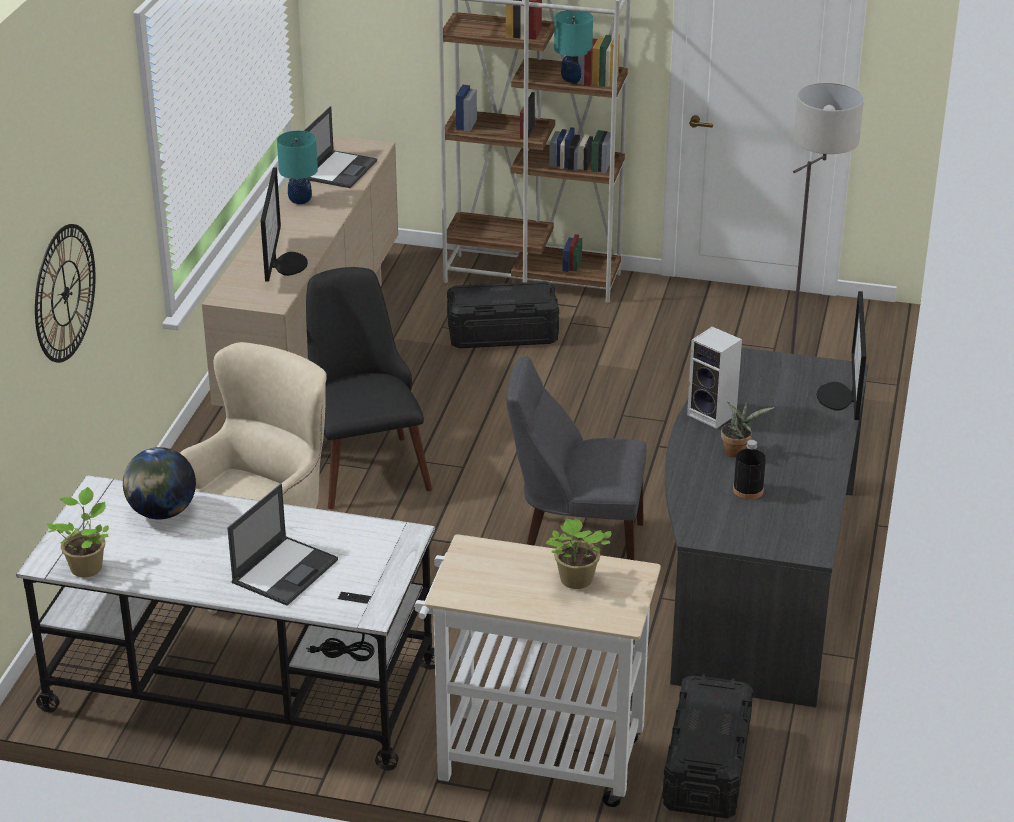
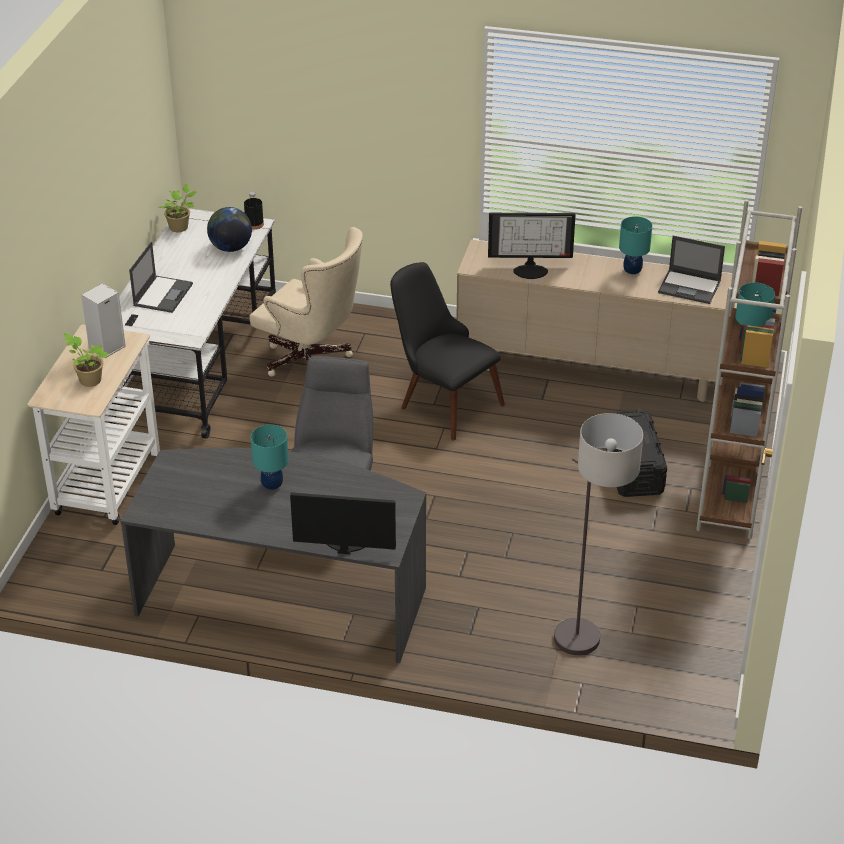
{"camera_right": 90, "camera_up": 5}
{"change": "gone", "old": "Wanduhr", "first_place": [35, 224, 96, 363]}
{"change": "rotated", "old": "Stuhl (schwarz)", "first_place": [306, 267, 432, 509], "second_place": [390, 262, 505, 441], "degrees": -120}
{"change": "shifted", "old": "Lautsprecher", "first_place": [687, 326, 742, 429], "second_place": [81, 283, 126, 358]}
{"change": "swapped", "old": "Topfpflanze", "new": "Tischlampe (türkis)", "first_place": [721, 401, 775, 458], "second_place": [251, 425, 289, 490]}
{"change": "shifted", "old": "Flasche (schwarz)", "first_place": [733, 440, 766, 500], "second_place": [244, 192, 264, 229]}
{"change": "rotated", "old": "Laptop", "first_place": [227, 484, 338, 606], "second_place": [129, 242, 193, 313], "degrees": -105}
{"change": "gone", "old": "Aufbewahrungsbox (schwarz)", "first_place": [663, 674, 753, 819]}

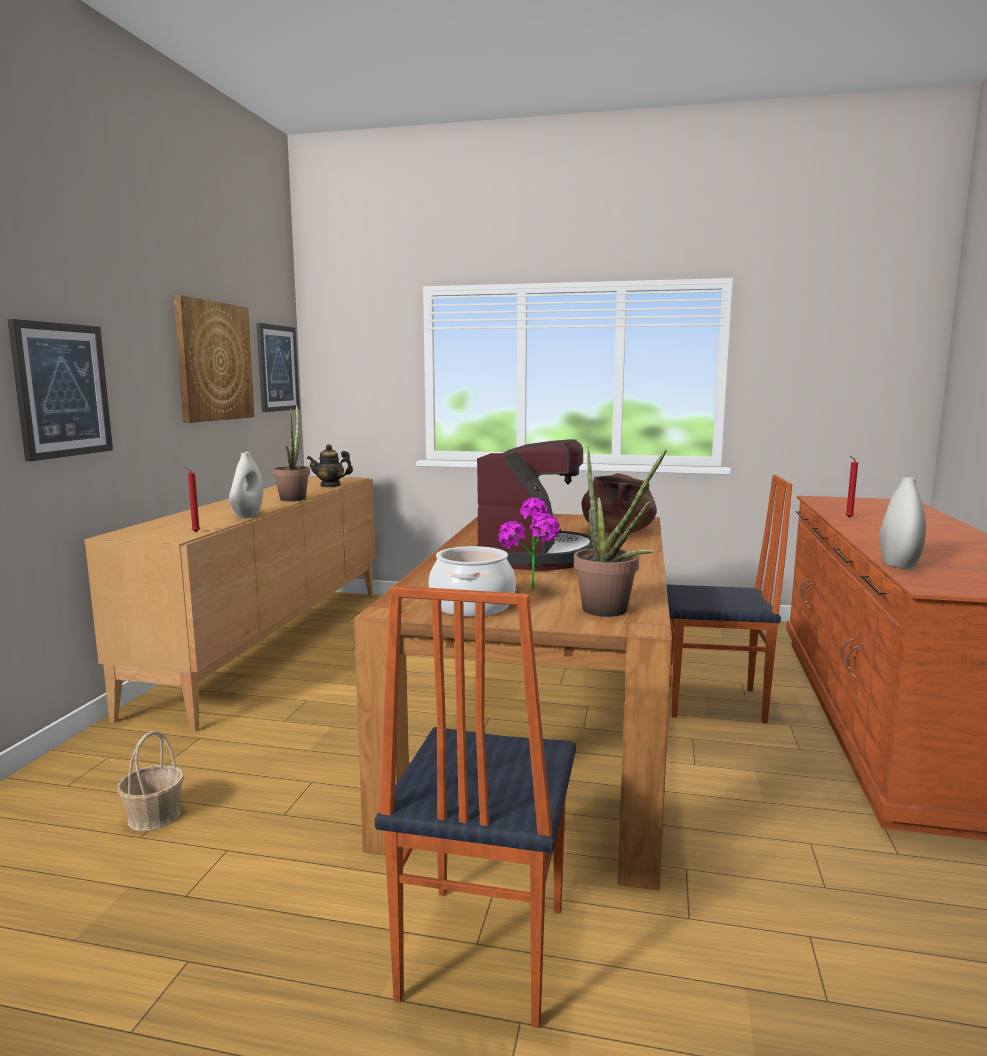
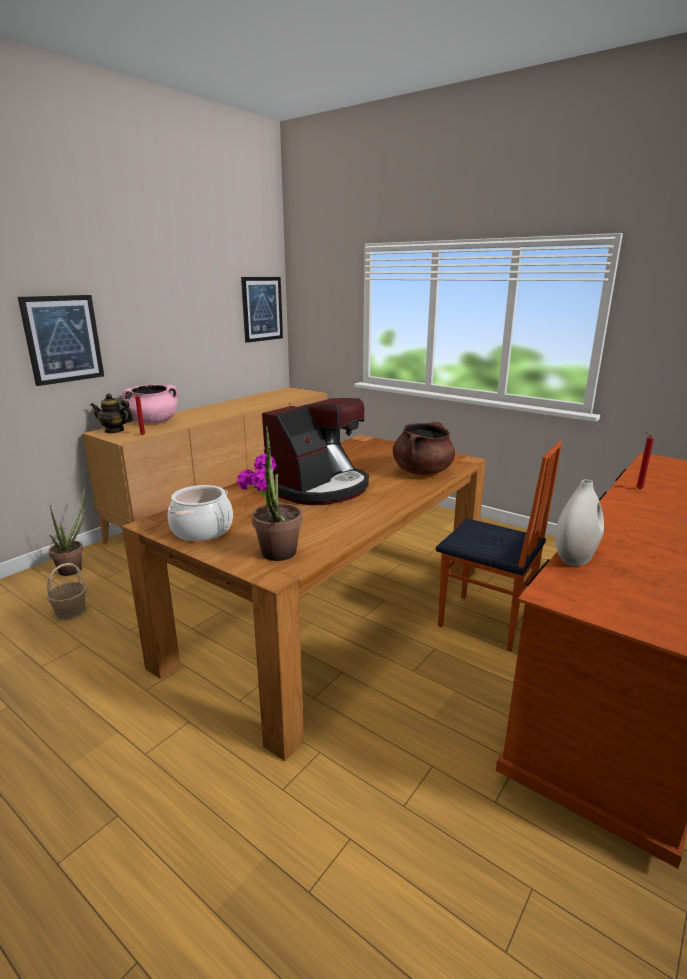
{"camera_right": 25, "camera_up": 10}
{"change": "gone", "old": "Bild", "first_place": [174, 295, 254, 423]}
{"change": "shifted", "old": "Topfpflanze", "first_place": [273, 404, 310, 501], "second_place": [49, 487, 86, 576]}
{"change": "shifted", "old": "Teekanne", "first_place": [307, 444, 353, 487], "second_place": [90, 393, 133, 433]}
{"change": "gone", "old": "Vase (weiß)", "first_place": [229, 452, 264, 518]}
{"change": "gone", "old": "Stuhl", "first_place": [375, 586, 576, 1028]}
{"change": "new", "new": "Kochtopf (rosa)", "second_place": [122, 384, 178, 424]}

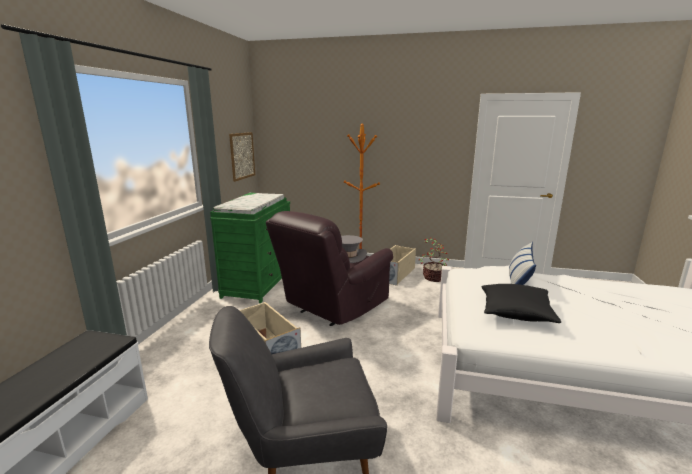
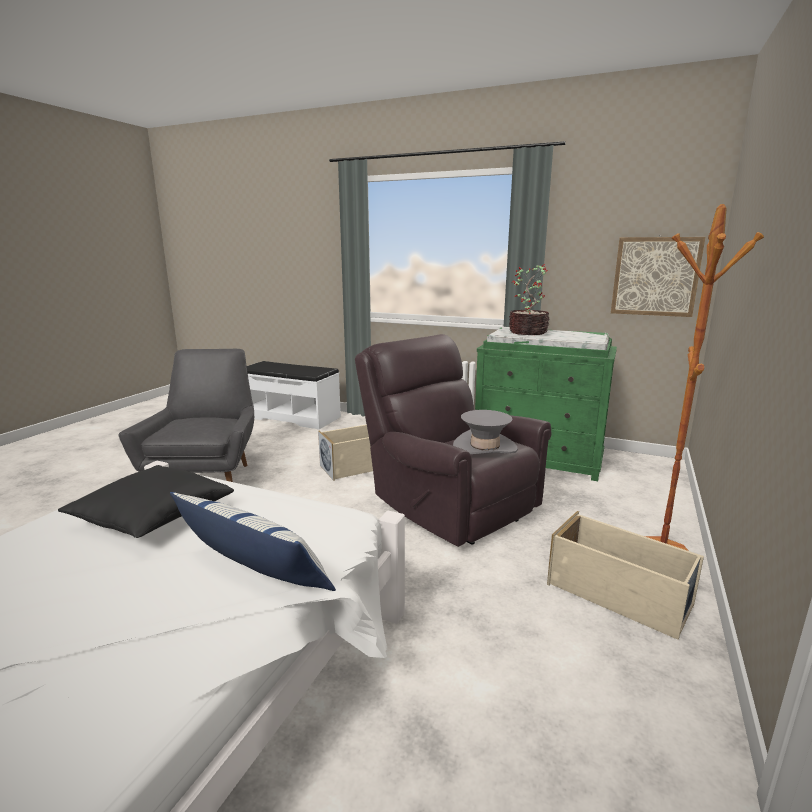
{"camera_right": 100, "camera_up": 0}
{"change": "shifted", "old": "Topfpflanze", "first_place": [419, 237, 449, 282], "second_place": [509, 264, 550, 335]}

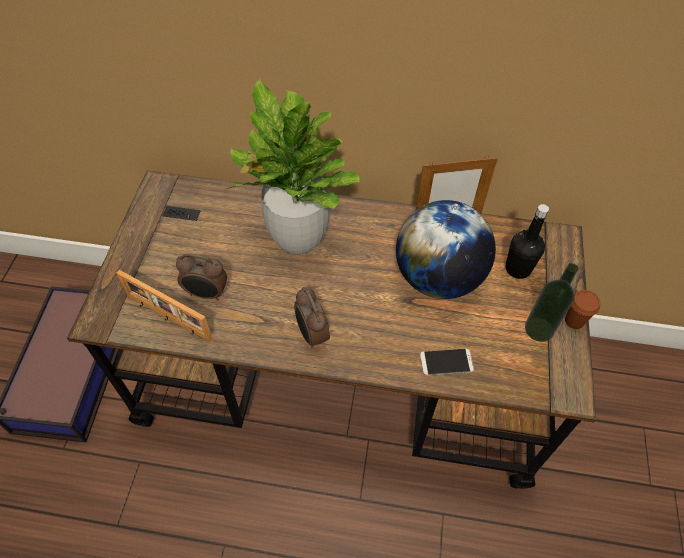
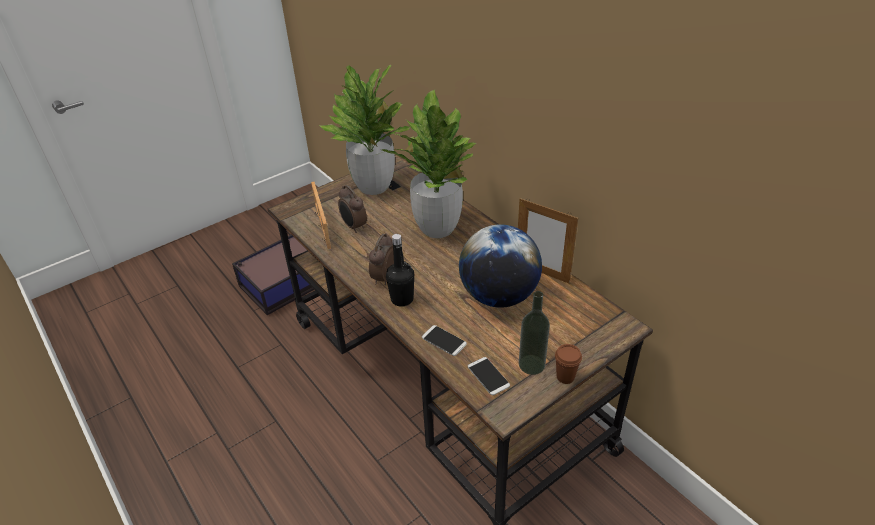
{"camera_right": 45, "camera_up": -15}
{"change": "shifted", "old": "Flasche (schwarz)", "first_place": [505, 204, 549, 279], "second_place": [386, 234, 414, 307]}
{"change": "new", "new": "Topfpflanze", "second_place": [319, 65, 410, 195]}
{"change": "new", "new": "Handy", "second_place": [468, 357, 510, 395]}

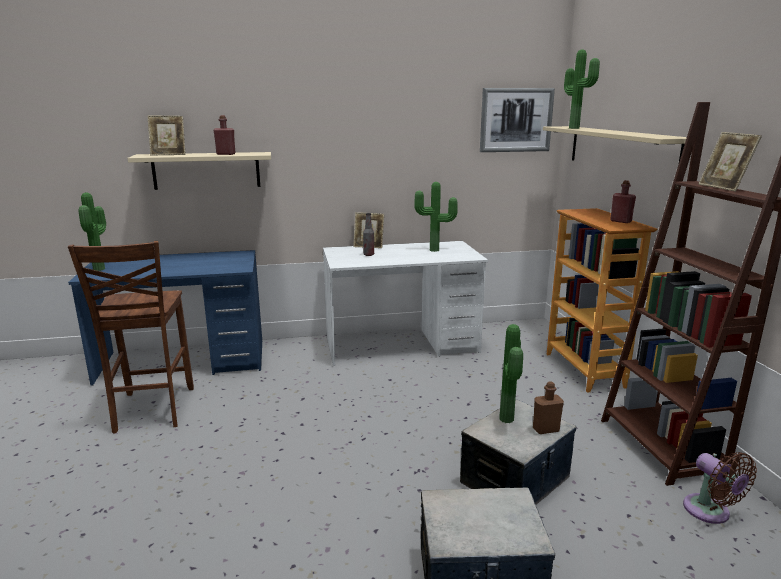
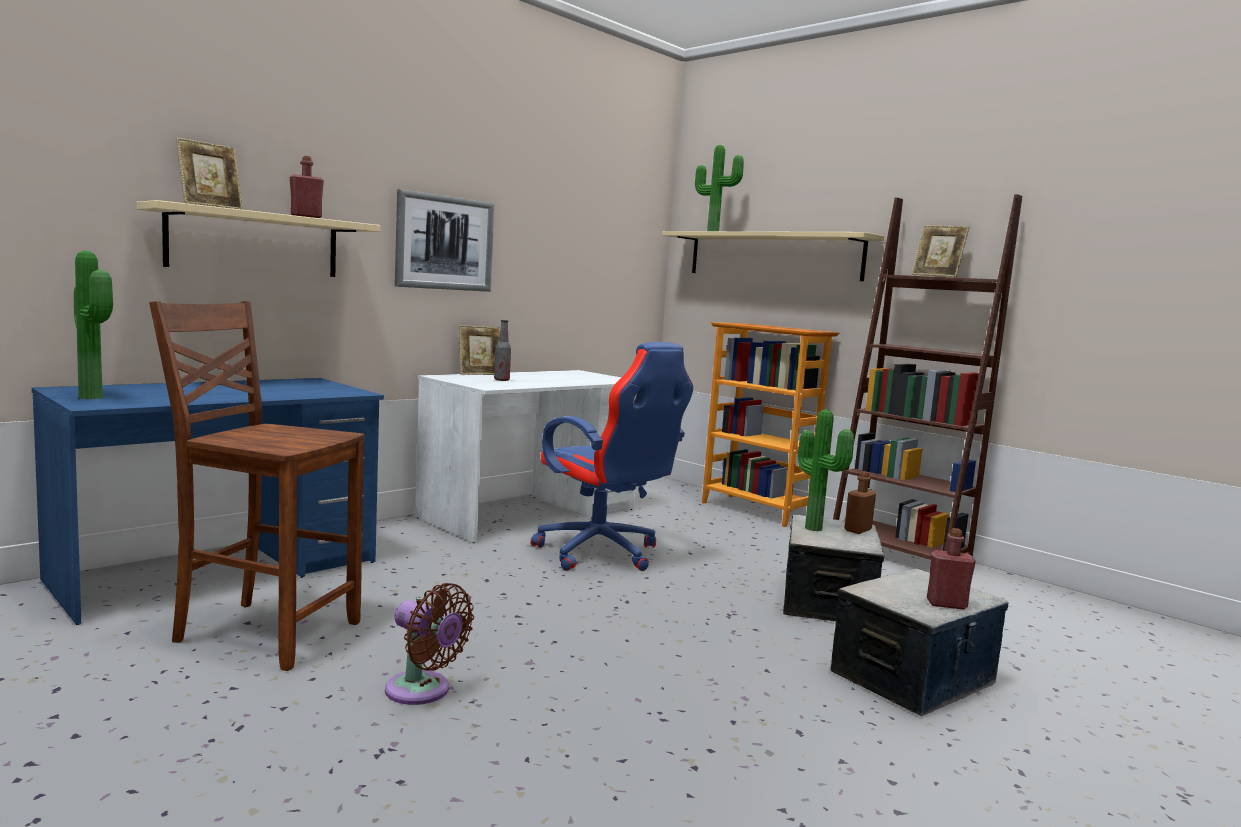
{"camera_right": -35, "camera_up": -10}
{"change": "shifted", "old": "Bild", "first_place": [480, 88, 555, 152], "second_place": [395, 189, 495, 292]}
{"change": "shifted", "old": "Flasche (rot)", "first_place": [610, 180, 636, 223], "second_place": [927, 528, 976, 610]}
{"change": "gone", "old": "Topfpflanze", "first_place": [414, 182, 457, 252]}
{"change": "rotated", "old": "Stuhl (braun)", "first_place": [68, 241, 194, 433], "second_place": [149, 301, 364, 671], "degrees": 150}
{"change": "shifted", "old": "Ventilator (braun)", "first_place": [683, 452, 757, 524], "second_place": [385, 583, 474, 705]}
{"change": "new", "new": "Bürostuhl (blau)", "second_place": [531, 342, 693, 571]}

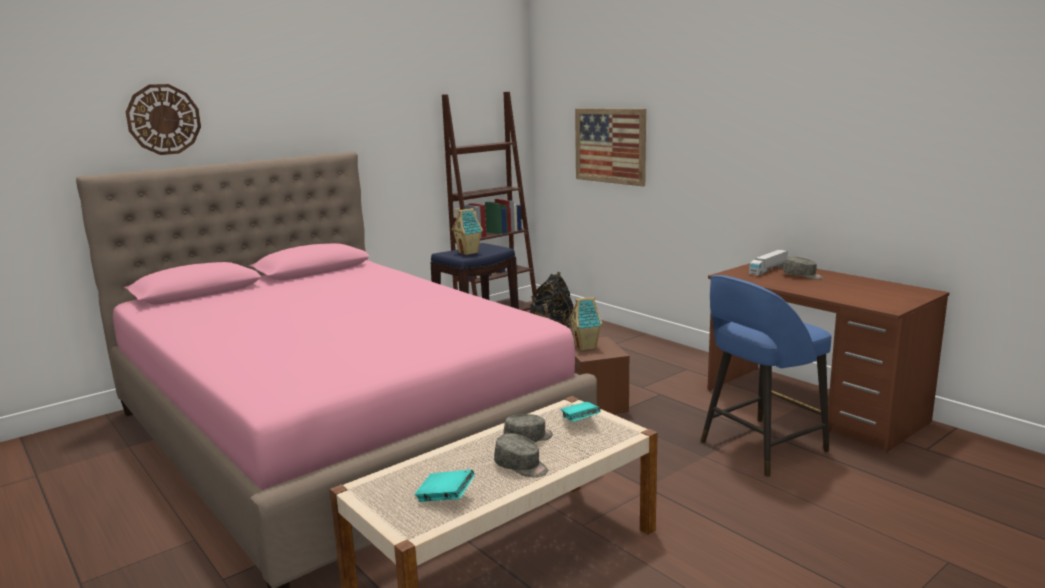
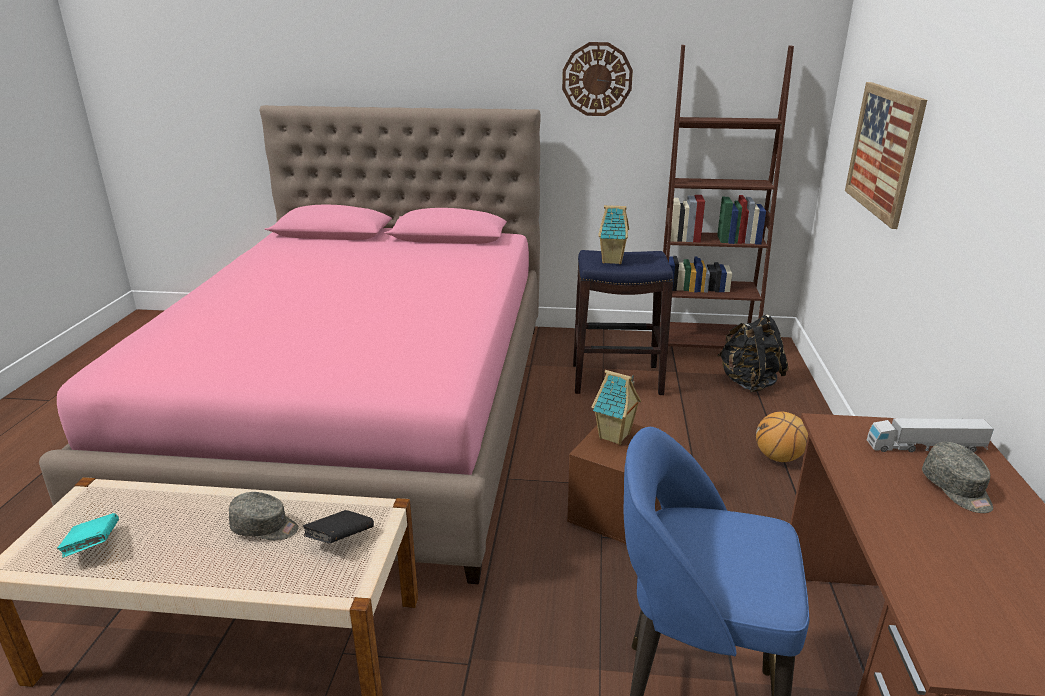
{"camera_right": 45, "camera_up": 10}
{"change": "shifted", "old": "Wanduhr", "first_place": [126, 84, 201, 155], "second_place": [562, 42, 633, 116]}
{"change": "repainted", "old": "Buch (türkis)", "new": "Buch (schwarz)", "first_place": [561, 402, 601, 422], "second_place": [303, 510, 374, 543]}
{"change": "gone", "old": "Kappe (grau)", "first_place": [494, 434, 548, 477]}
{"change": "new", "new": "Basketball", "second_place": [756, 411, 808, 462]}

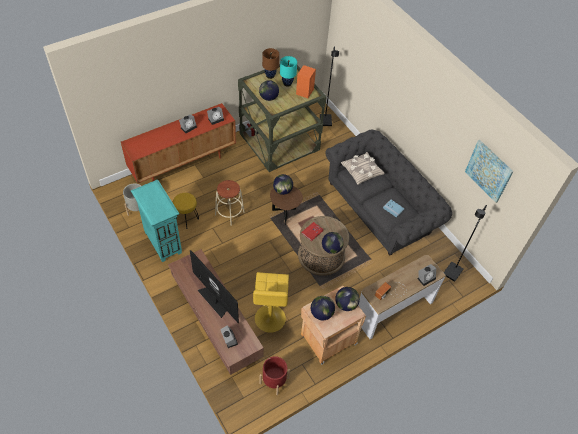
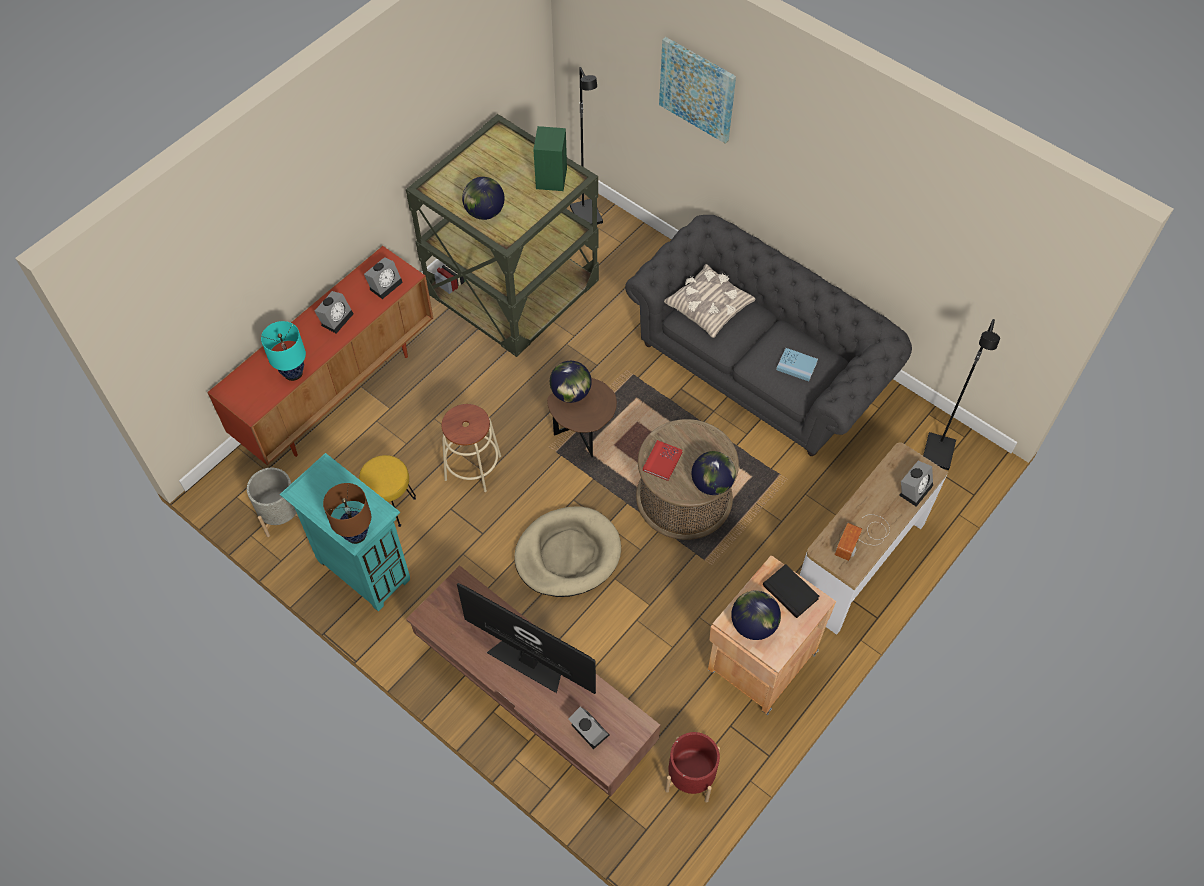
{"camera_right": -15, "camera_up": 5}
{"change": "shifted", "old": "Tischlampe (braun)", "first_place": [262, 48, 279, 79], "second_place": [323, 483, 371, 544]}
{"change": "shifted", "old": "Tischlampe (türkis)", "first_place": [280, 56, 297, 87], "second_place": [261, 321, 306, 381]}
{"change": "repainted", "old": "Lautsprecher (orange)", "new": "Lautsprecher (grün)", "first_place": [296, 65, 316, 98], "second_place": [533, 126, 567, 191]}
{"change": "shifted", "old": "Bild", "first_place": [465, 140, 513, 203], "second_place": [659, 37, 736, 144]}
{"change": "gone", "old": "Hocker (gelb)", "first_place": [253, 272, 289, 333]}
{"change": "swapped", "old": "Globus", "new": "Buch (schwarz)", "first_place": [335, 287, 360, 311], "second_place": [763, 564, 820, 618]}
{"change": "new", "new": "Hundebett (beige)", "second_place": [514, 507, 621, 597]}

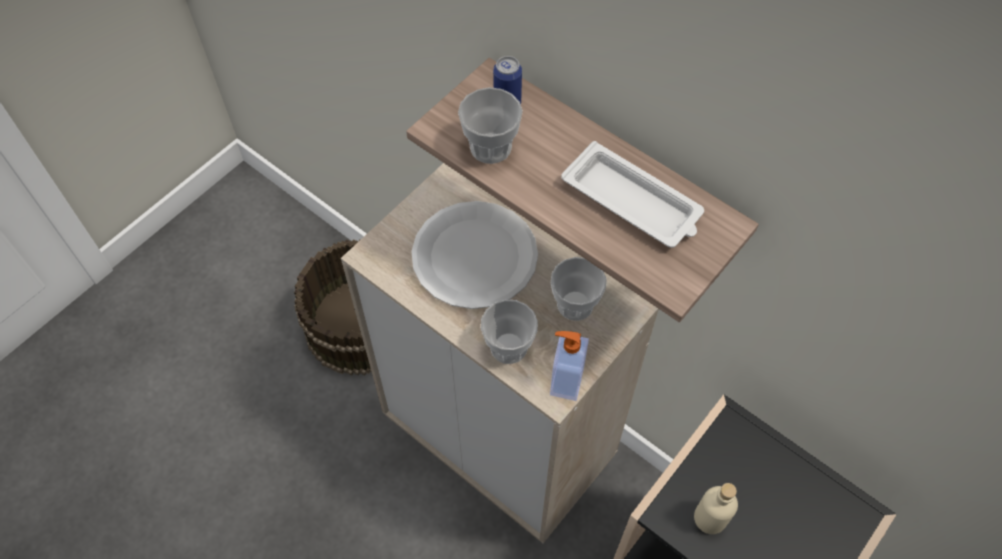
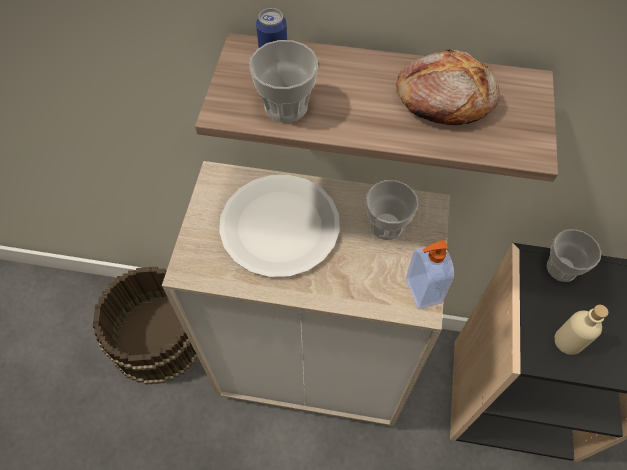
{"camera_right": -30, "camera_up": 0}
{"change": "swapped", "old": "Tablett (weiß)", "new": "Brot", "first_place": [561, 141, 704, 248], "second_place": [396, 49, 500, 125]}
{"change": "shifted", "old": "Tasse", "first_place": [481, 300, 538, 364], "second_place": [547, 229, 601, 282]}

